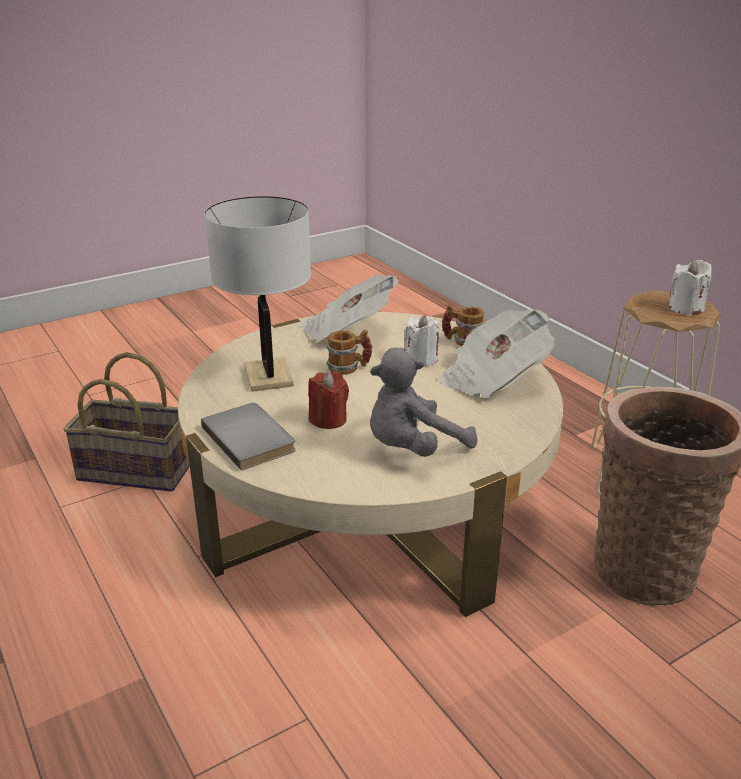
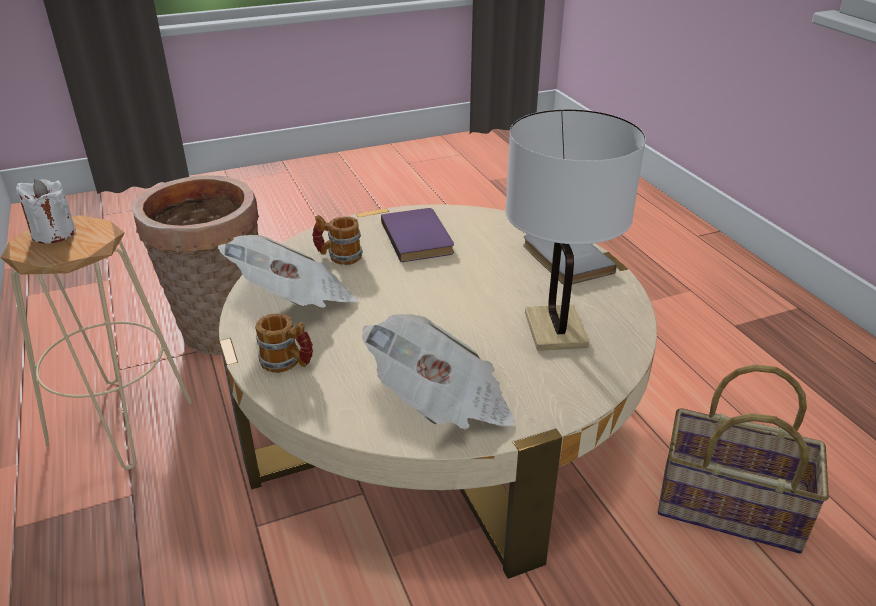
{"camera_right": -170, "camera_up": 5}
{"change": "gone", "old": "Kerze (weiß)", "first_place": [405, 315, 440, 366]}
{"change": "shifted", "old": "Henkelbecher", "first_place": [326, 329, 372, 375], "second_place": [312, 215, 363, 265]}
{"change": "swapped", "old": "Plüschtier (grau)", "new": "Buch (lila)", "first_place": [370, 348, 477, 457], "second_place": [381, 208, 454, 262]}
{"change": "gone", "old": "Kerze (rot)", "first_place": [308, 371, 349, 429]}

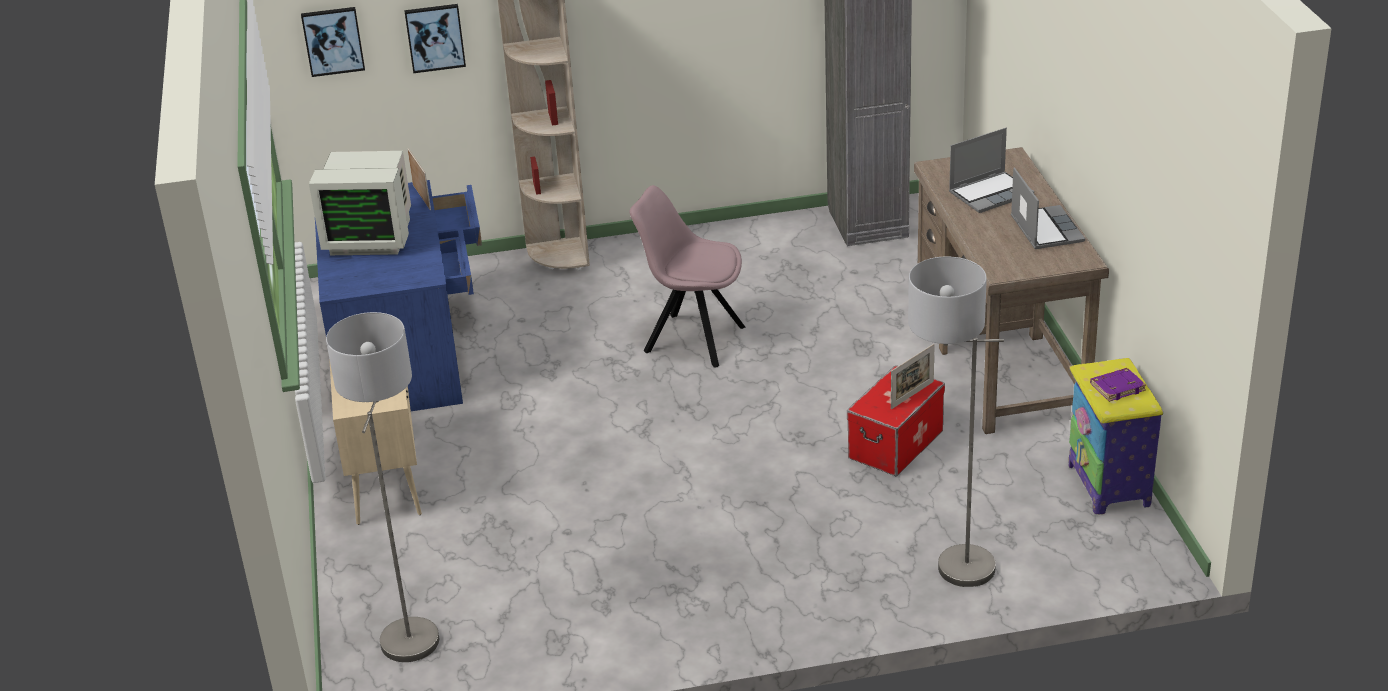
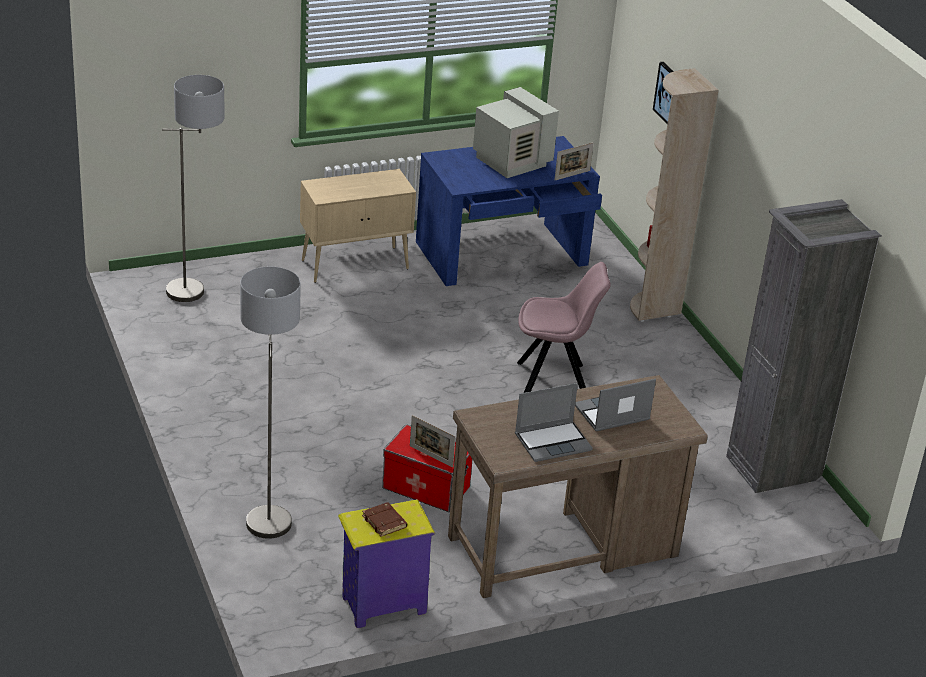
{"camera_right": 75, "camera_up": 0}
{"change": "gone", "old": "Bild", "first_place": [301, 7, 365, 77]}
{"change": "rotated", "old": "Laptop", "first_place": [949, 128, 1034, 213], "second_place": [575, 379, 656, 431], "degrees": 105}
{"change": "rotated", "old": "Monitor", "first_place": [309, 151, 411, 255], "second_place": [473, 87, 559, 178], "degrees": 150}
{"change": "rotated", "old": "Stuhl (rosa)", "first_place": [630, 185, 746, 368], "second_place": [517, 262, 611, 393], "degrees": 75}
{"change": "repainted", "old": "Buch (lila)", "new": "Buch (braun)", "first_place": [1090, 368, 1146, 402], "second_place": [362, 502, 407, 537]}

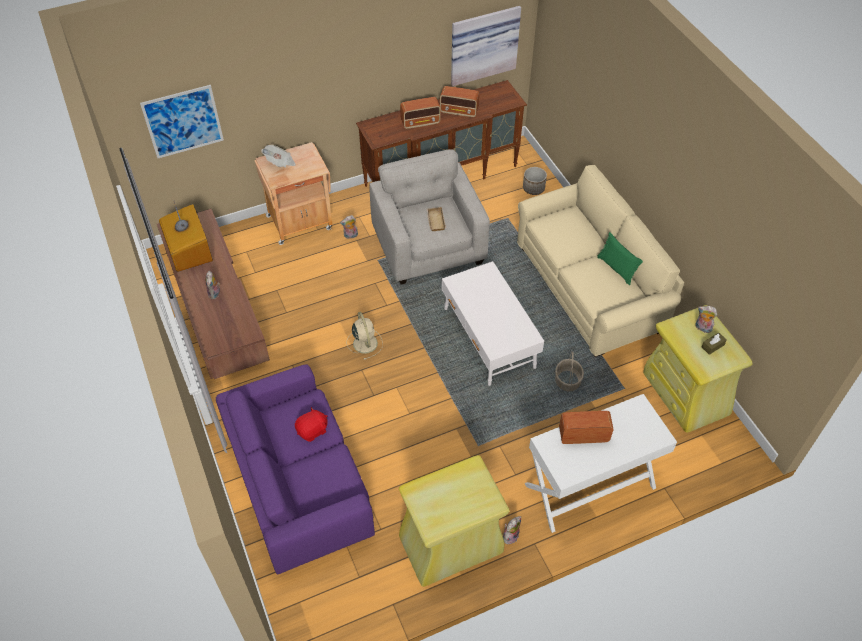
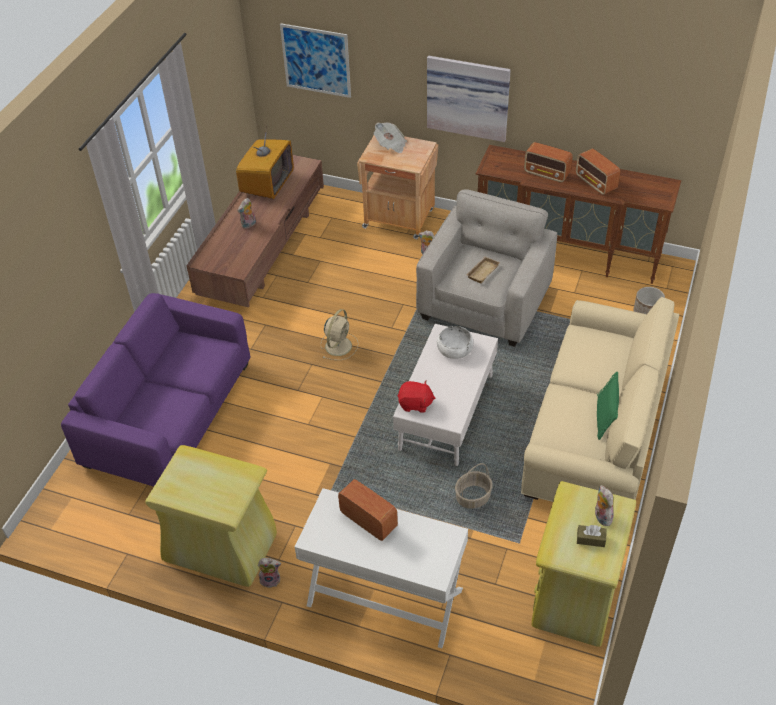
{"camera_right": 45, "camera_up": -5}
{"change": "shifted", "old": "Bild", "first_place": [451, 6, 521, 86], "second_place": [427, 56, 511, 142]}
{"change": "shifted", "old": "Plüschtier (rot)", "first_place": [295, 407, 327, 442], "second_place": [398, 380, 435, 413]}
{"change": "new", "new": "Schüssel (weiß)", "second_place": [437, 326, 474, 359]}

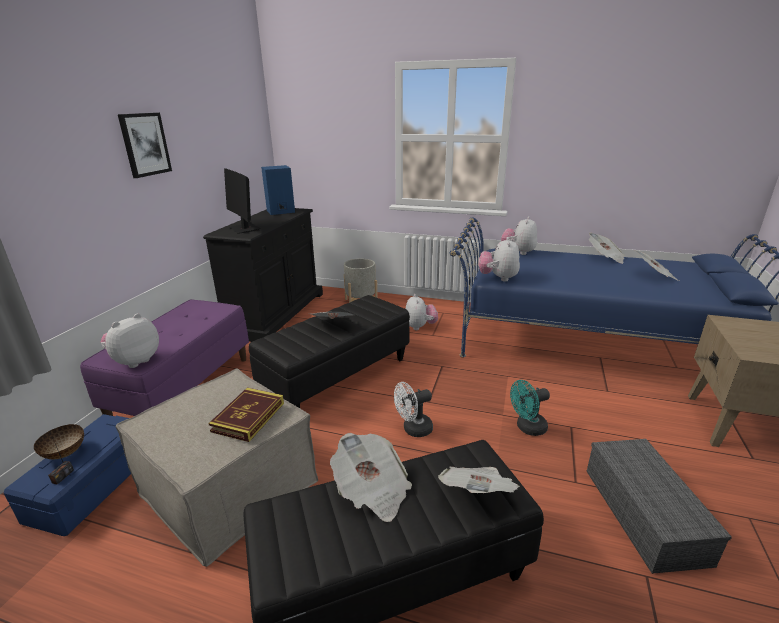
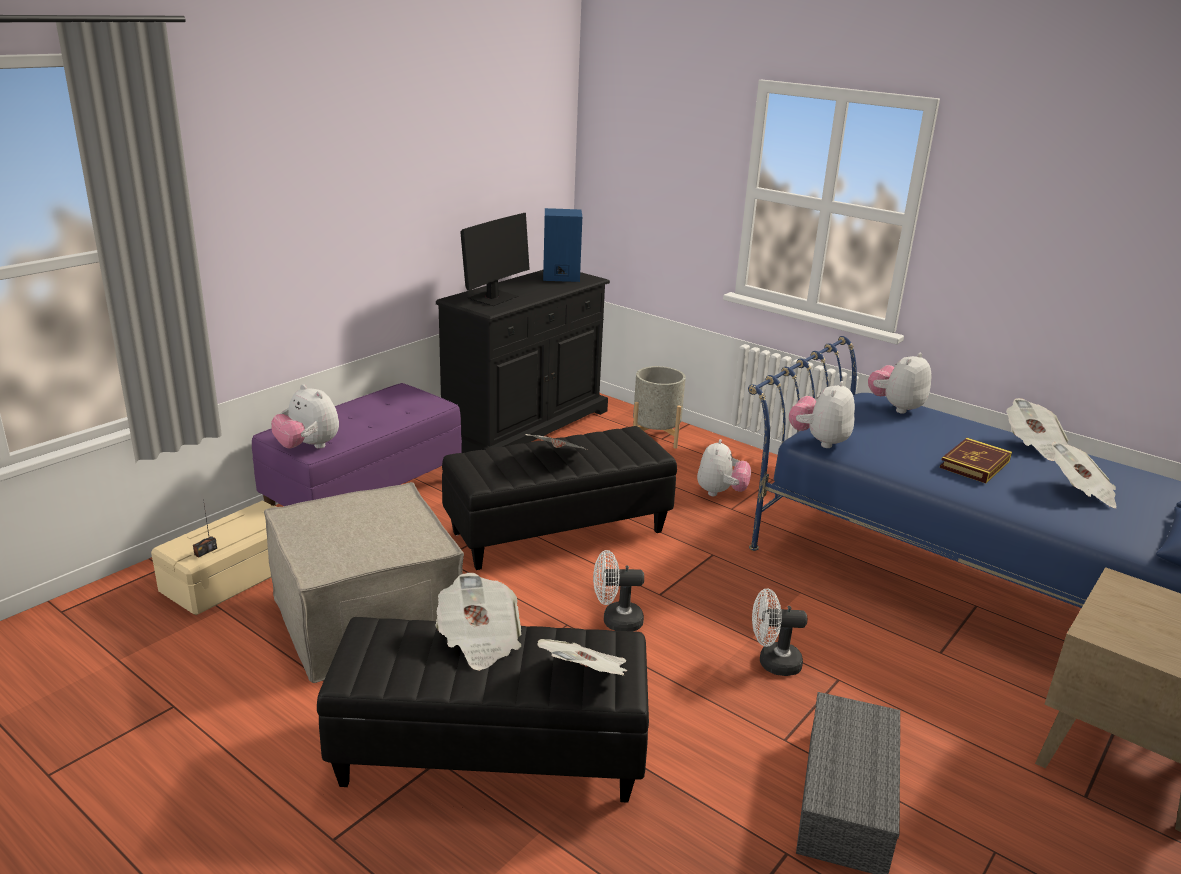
{"camera_right": 20, "camera_up": 0}
{"change": "gone", "old": "Bild", "first_place": [118, 113, 172, 178]}
{"change": "rotated", "old": "Monitor", "first_place": [224, 168, 261, 234], "second_place": [460, 213, 530, 306], "degrees": -135}
{"change": "rotated", "old": "Plüschtier", "first_place": [101, 314, 159, 368], "second_place": [271, 384, 339, 449], "degrees": -105}
{"change": "repainted", "old": "Ventilator (türkis)", "new": "Ventilator (weiß)", "first_place": [510, 380, 550, 436], "second_place": [752, 589, 807, 676]}
{"change": "shifted", "old": "Buch", "first_place": [208, 388, 284, 442], "second_place": [940, 438, 1012, 483]}
{"change": "repainted", "old": "Aufbewahrungsbox (blau)", "new": "Aufbewahrungsbox (beige)", "first_place": [4, 414, 131, 536], "second_place": [151, 501, 277, 615]}
{"change": "gone", "old": "Schüssel", "first_place": [34, 424, 84, 459]}

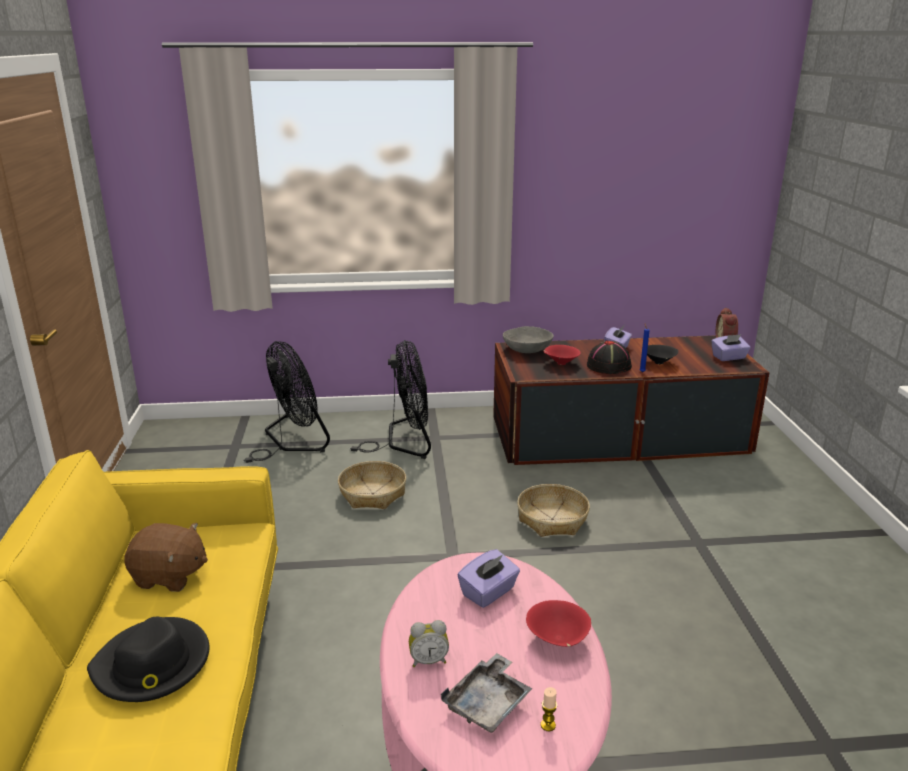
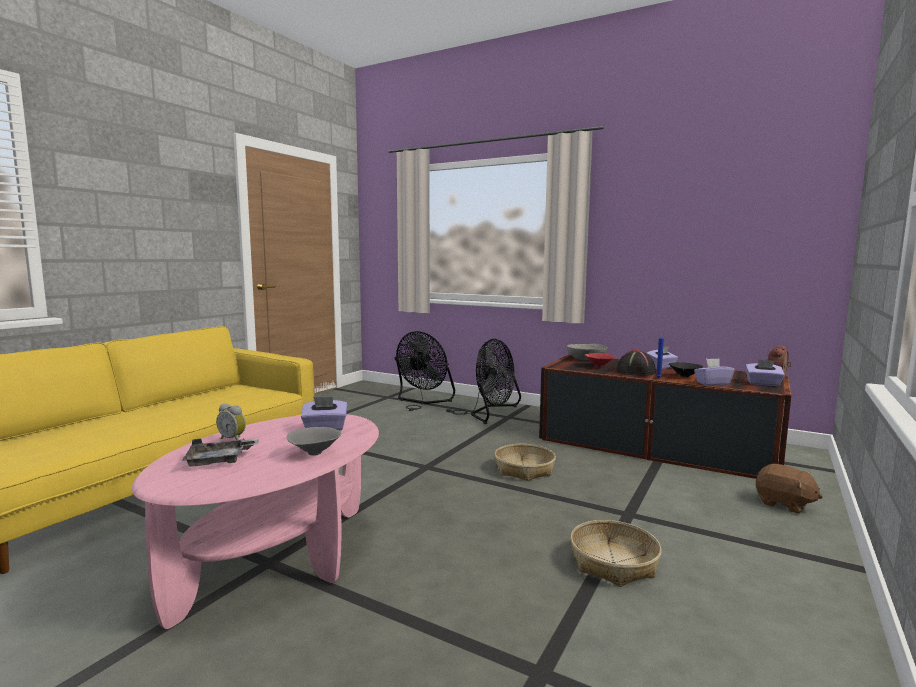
{"camera_right": 35, "camera_up": -15}
{"change": "rotated", "old": "Ventilator (schwarz)", "first_place": [243, 341, 330, 463], "second_place": [394, 331, 455, 411], "degrees": -60}
{"change": "shifted", "old": "Korb", "first_place": [338, 461, 406, 509], "second_place": [570, 520, 662, 587]}
{"change": "shifted", "old": "Plüschtier (braun)", "first_place": [124, 523, 208, 592], "second_place": [756, 464, 823, 514]}
{"change": "repainted", "old": "Schüssel (rot)", "new": "Schüssel (grau)", "first_place": [526, 600, 591, 647], "second_place": [287, 427, 341, 456]}
{"change": "gone", "old": "Hut (schwarz)", "first_place": [87, 617, 209, 702]}
{"change": "gone", "old": "Kerze", "first_place": [541, 687, 557, 731]}
{"change": "new", "new": "Taschentuchbox (lila)", "second_place": [694, 358, 735, 386]}

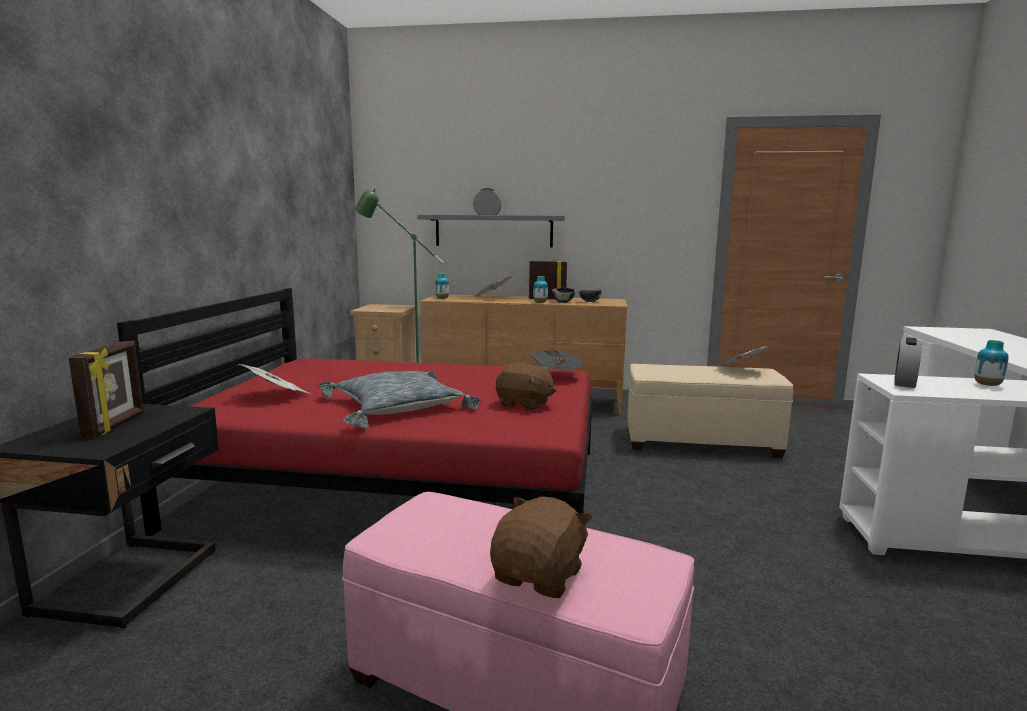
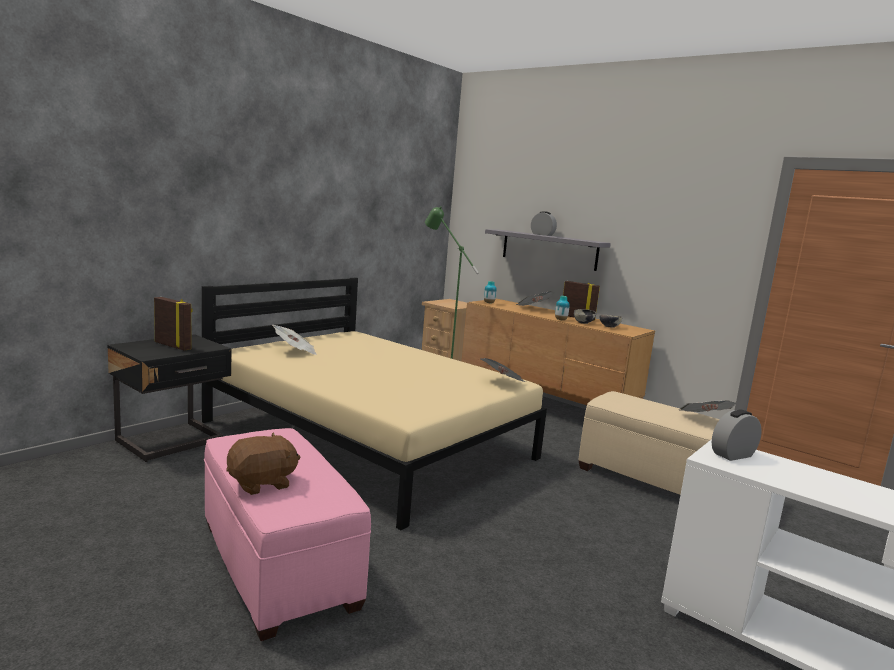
{"camera_right": 30, "camera_up": 0}
{"change": "repainted", "old": "Bett (rot)", "new": "Bett (beige)", "first_place": [117, 288, 592, 536], "second_place": [202, 278, 547, 530]}
{"change": "gone", "old": "Vase", "first_place": [974, 340, 1008, 386]}
{"change": "rotated", "old": "Bilderrahmen", "first_place": [69, 341, 144, 437], "second_place": [154, 297, 193, 351], "degrees": -90}
{"change": "gone", "old": "Plüschtier (braun)", "first_place": [496, 363, 557, 411]}
{"change": "gone", "old": "Kissen", "first_place": [319, 371, 481, 429]}

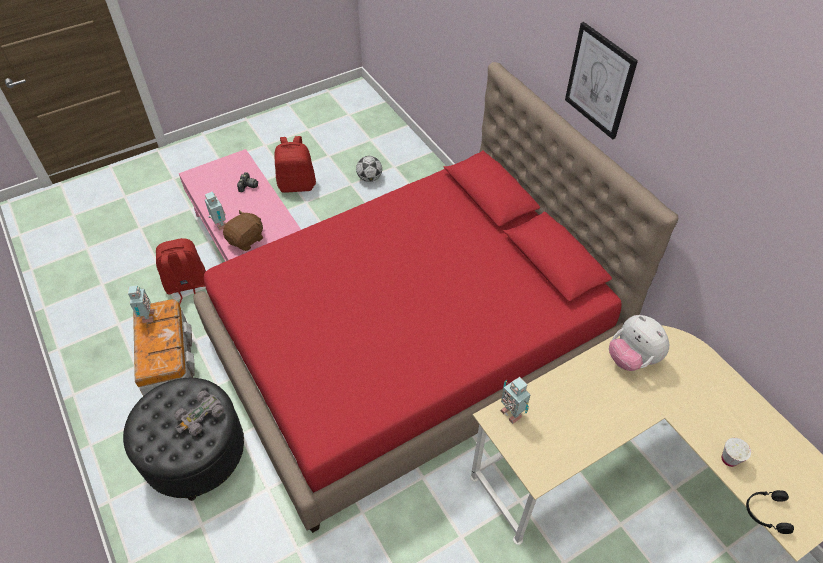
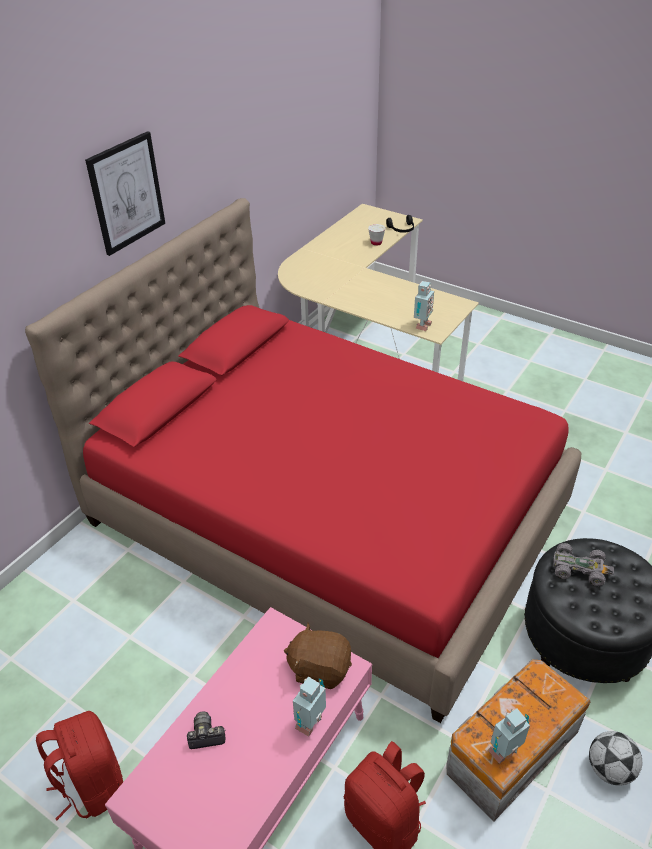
{"camera_right": -115, "camera_up": -10}
{"change": "shifted", "old": "Fußball", "first_place": [356, 156, 382, 182], "second_place": [589, 731, 642, 786]}
{"change": "gone", "old": "Plüschtier", "first_place": [609, 315, 669, 371]}

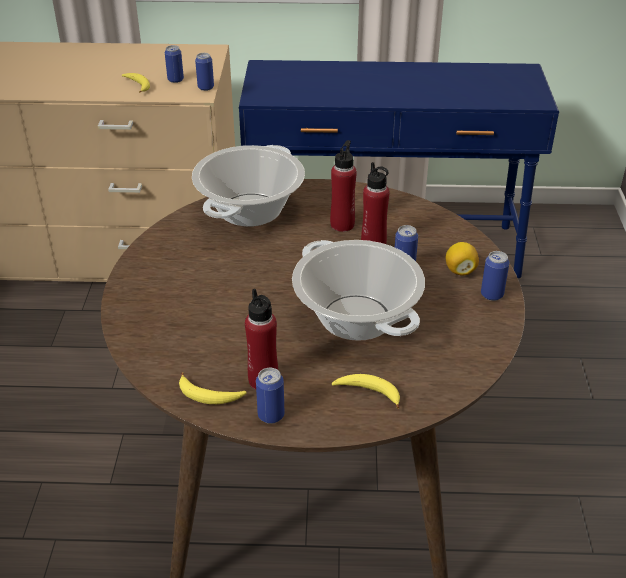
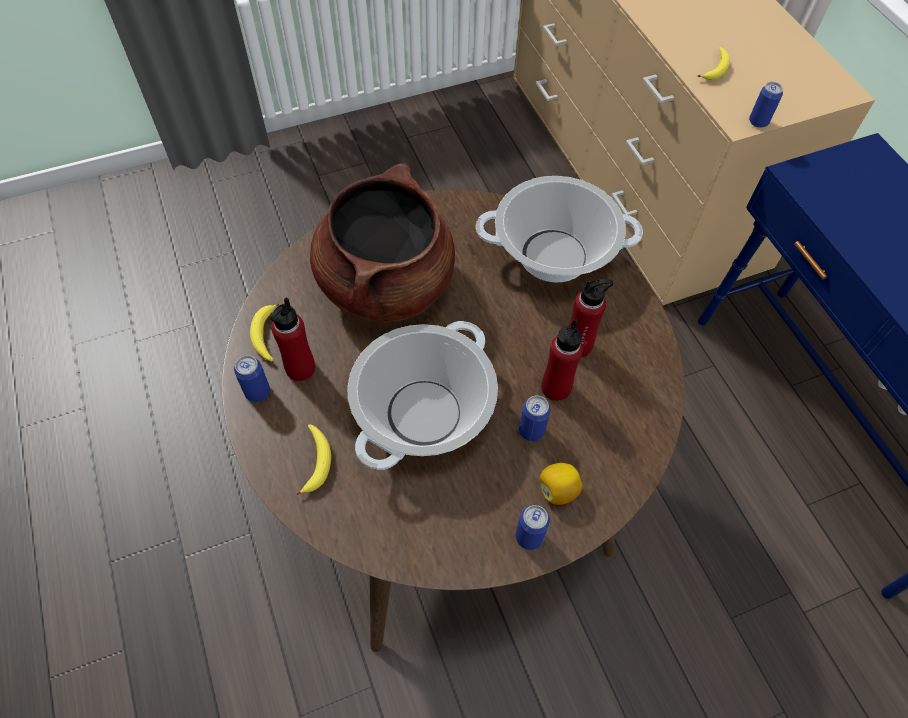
{"camera_right": 65, "camera_up": 20}
{"change": "gone", "old": "Dose", "first_place": [165, 45, 184, 83]}
{"change": "new", "new": "Kochtopf (braun)", "second_place": [310, 163, 455, 323]}

